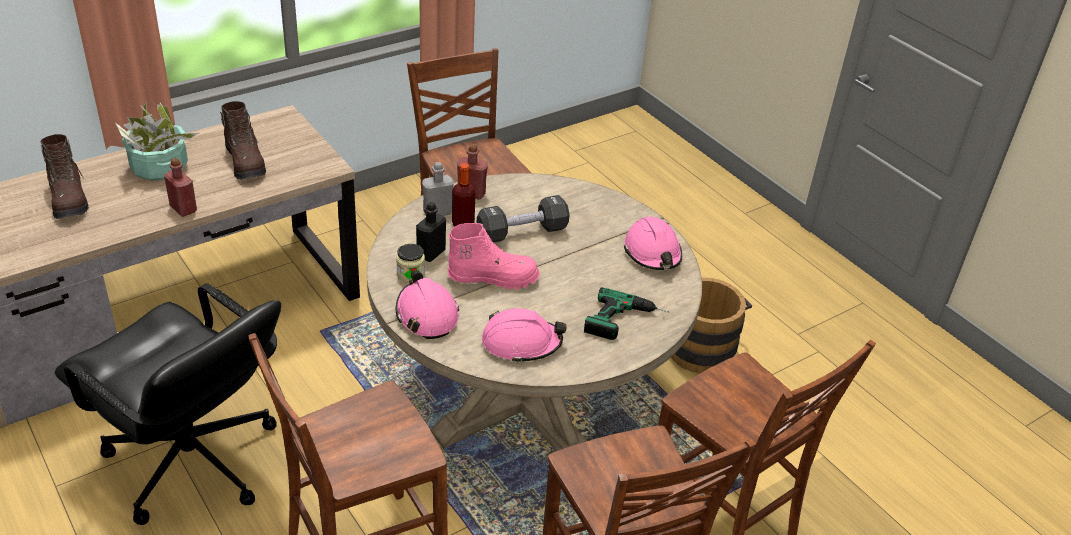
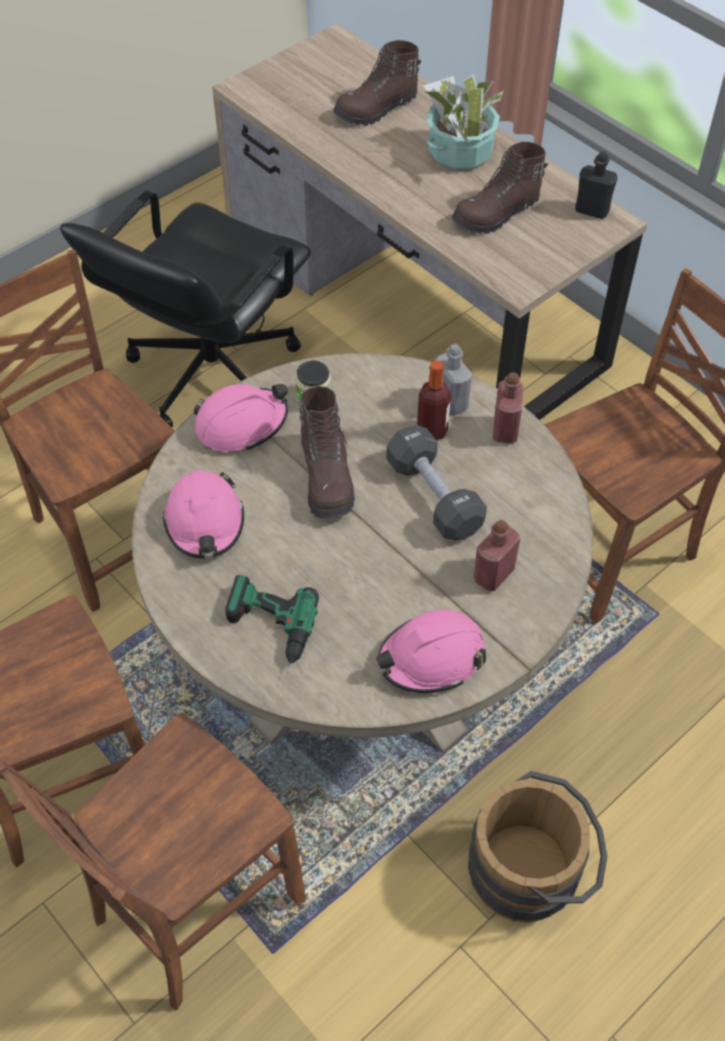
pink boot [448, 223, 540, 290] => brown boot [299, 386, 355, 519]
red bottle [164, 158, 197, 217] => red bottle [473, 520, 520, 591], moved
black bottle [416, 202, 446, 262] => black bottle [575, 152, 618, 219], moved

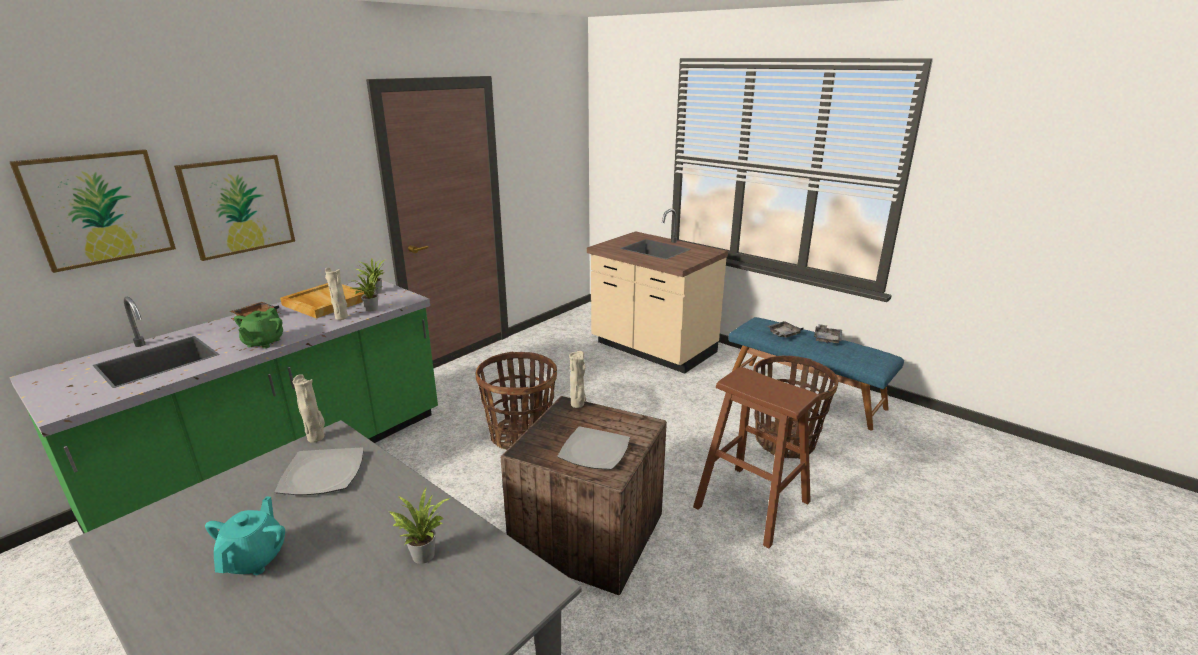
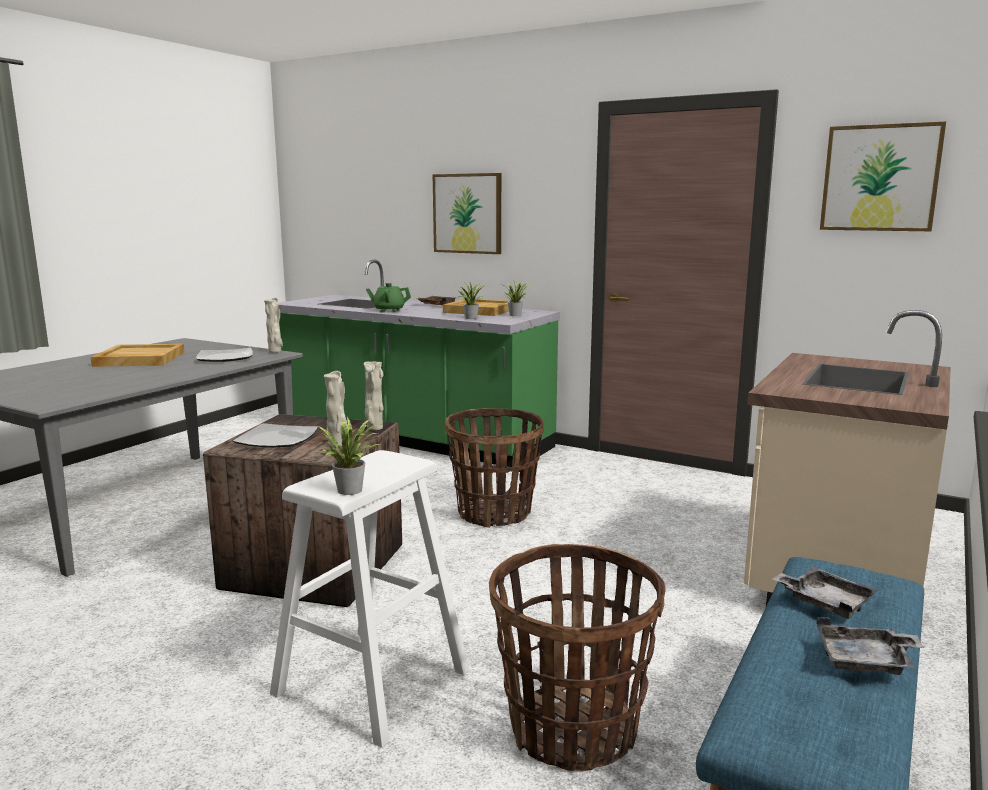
turquoise teapot [205, 497, 285, 575] => beige tray [91, 344, 185, 367]
brown stool [693, 367, 820, 548] => white stool [270, 450, 469, 748]
potted plant [389, 488, 450, 564] => potted plant [317, 417, 384, 495], moved
beige vase [325, 267, 348, 320] => beige vase [324, 371, 348, 447], moved
picture [9, 149, 176, 273] => picture [820, 121, 946, 231], moved

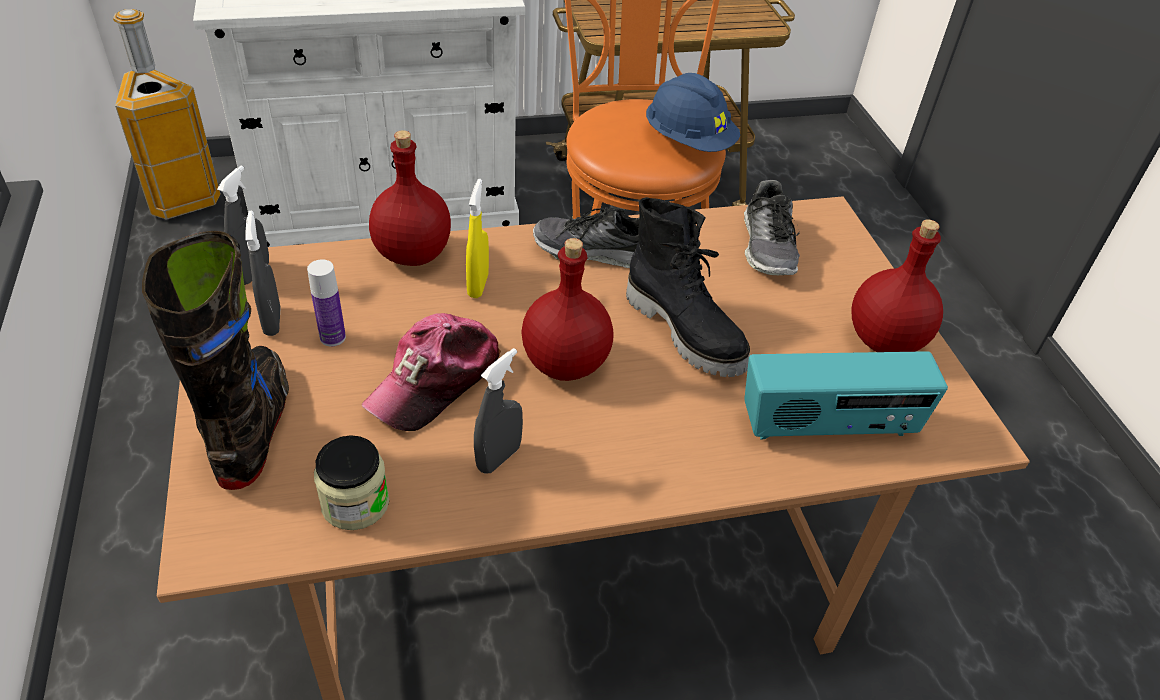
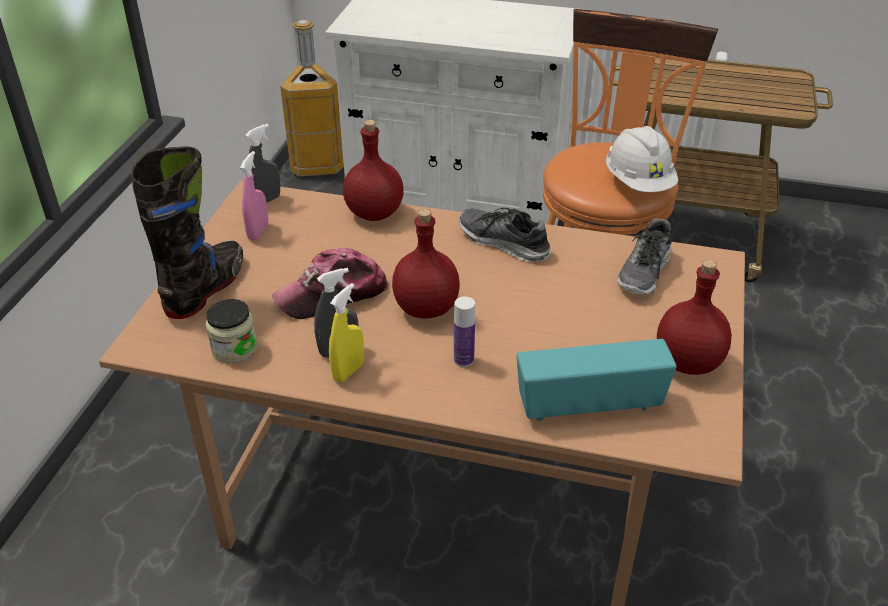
grey spray bottle [245, 211, 280, 336] => pink spray bottle [240, 151, 268, 240]
yellow spray bottle [466, 179, 489, 298] => yellow spray bottle [329, 283, 364, 383], moved
bottle [307, 260, 346, 347] => bottle [454, 296, 475, 367], moved
radio [744, 351, 948, 439] => radio [516, 339, 676, 421], 150 degrees clockwise
blue hard hat [646, 73, 740, 152] => white hard hat [606, 126, 678, 192]
black boot [626, 197, 750, 377] => nothing

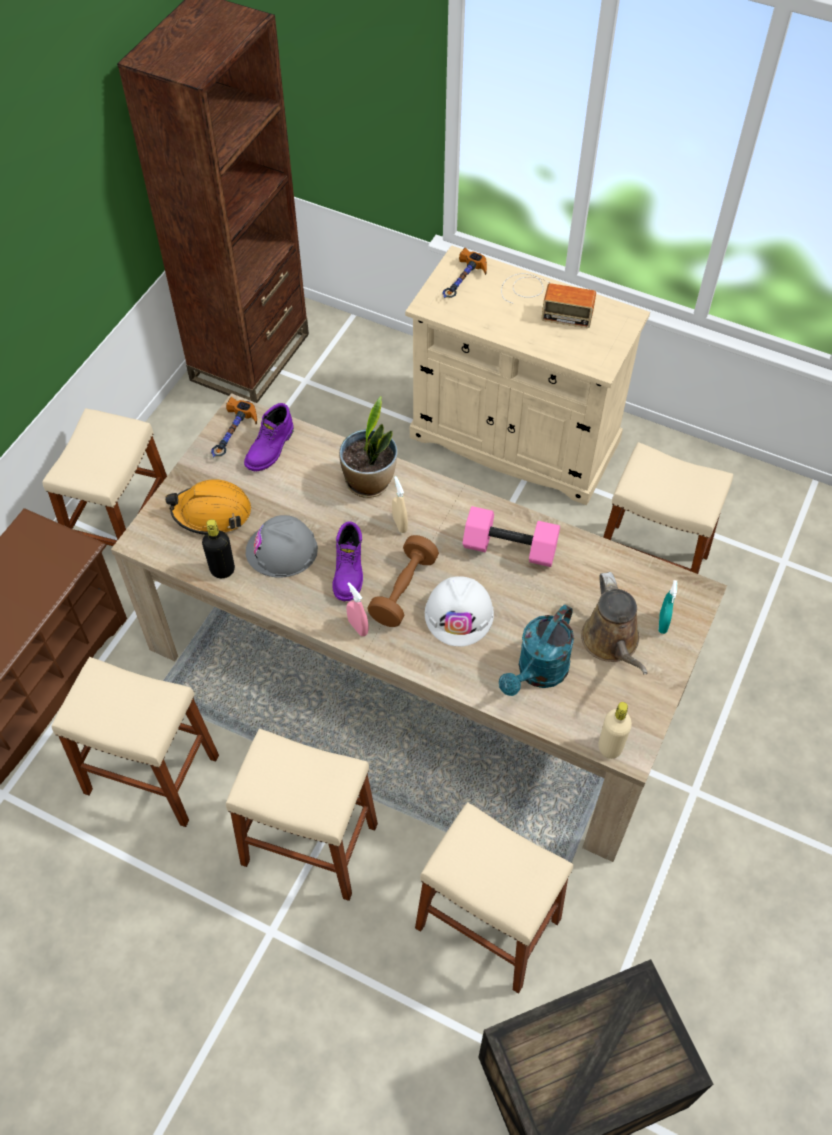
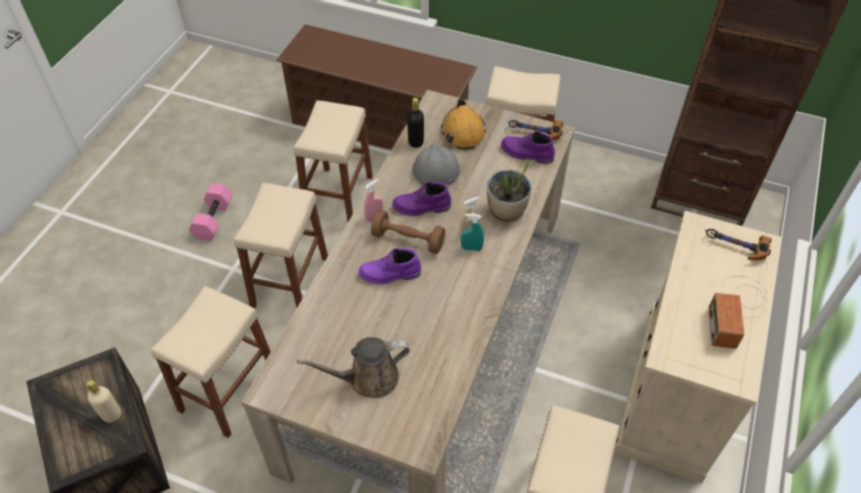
beige bottle [598, 702, 632, 759] => beige bottle [86, 380, 122, 423], moved
pink dumbbell [463, 506, 560, 567] => pink dumbbell [189, 183, 233, 241], moved
white hard hat [425, 576, 494, 647] => purple boot [358, 248, 421, 284]
turquoise spray bottle [658, 580, 677, 634] => turquoise spray bottle [461, 214, 484, 251], moved
turquoise watering can [499, 605, 574, 696] => nothing

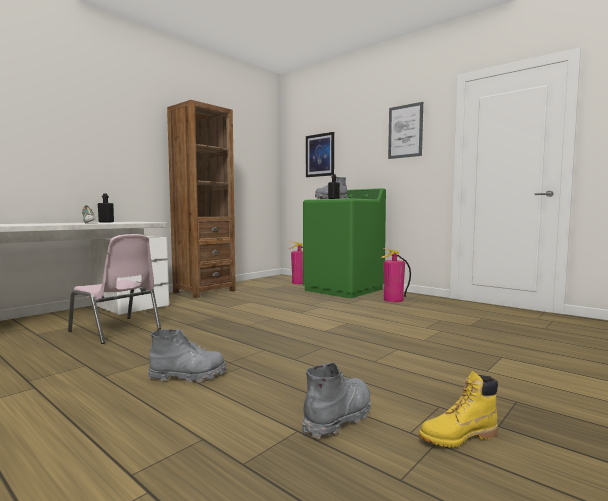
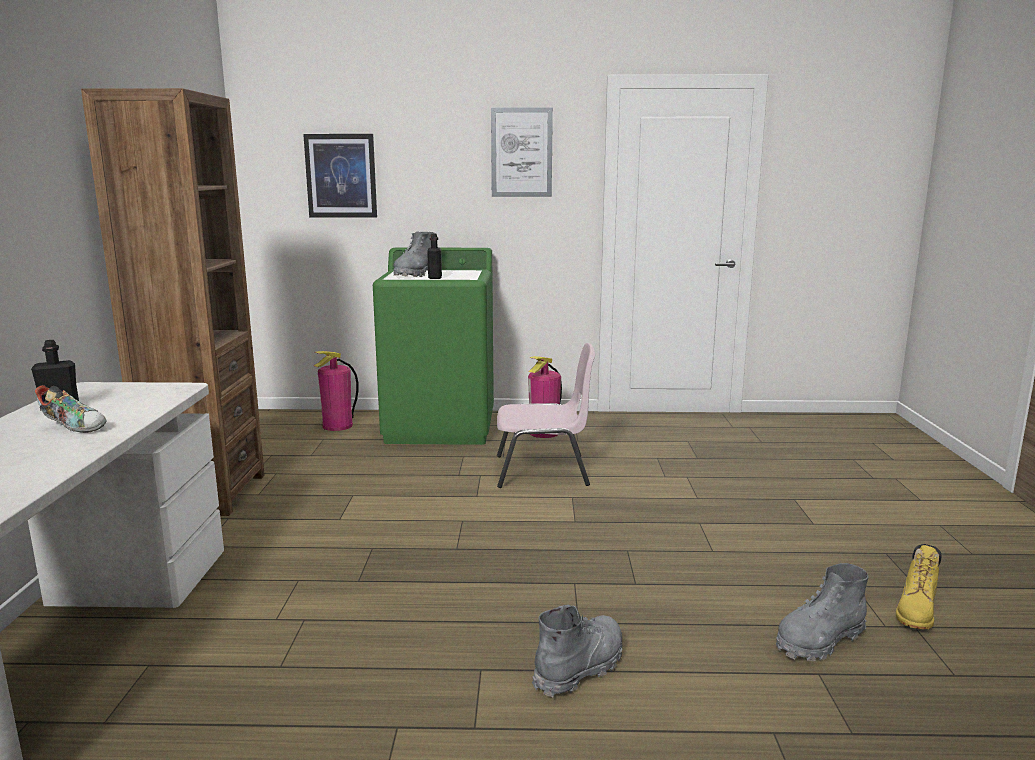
pink chair [68, 234, 161, 344] => pink chair [497, 343, 595, 488], moved
grey boot [302, 362, 371, 439] => grey boot [776, 563, 868, 661], 120 degrees counterclockwise

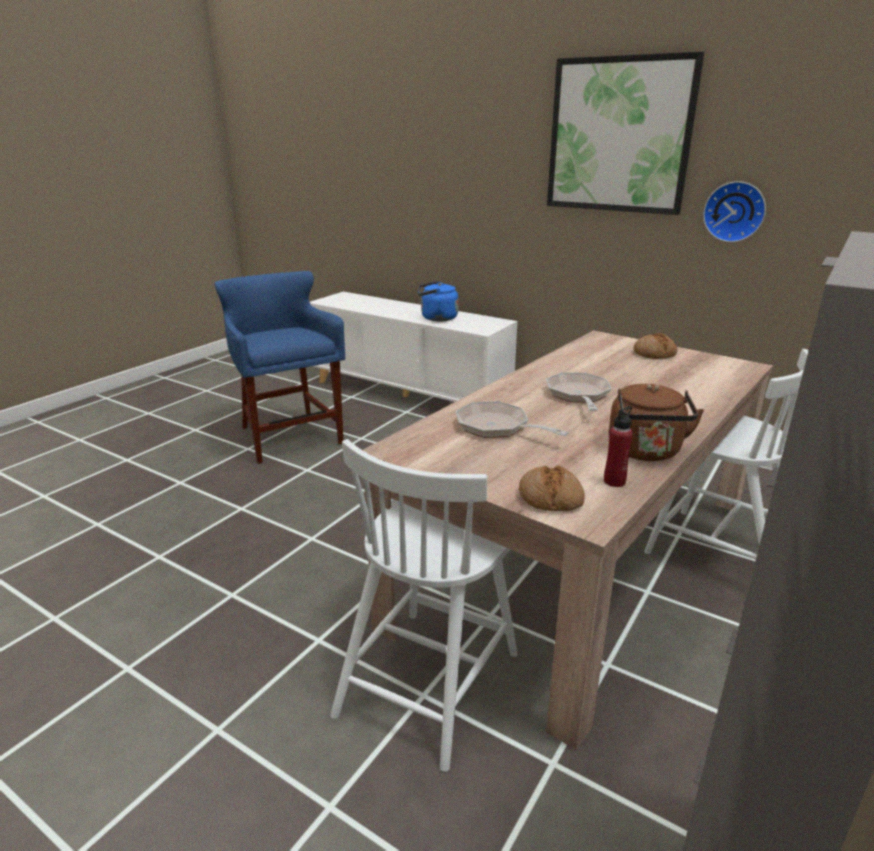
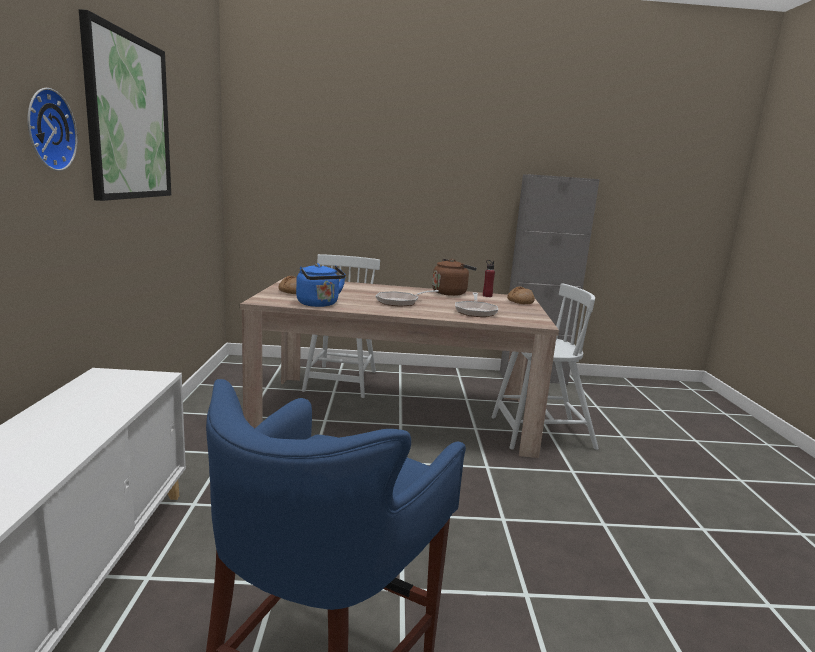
wall clock [703, 181, 766, 242] => wall clock [28, 88, 77, 171], moved
blue kettle [418, 281, 459, 321] => blue kettle [296, 263, 346, 307], moved

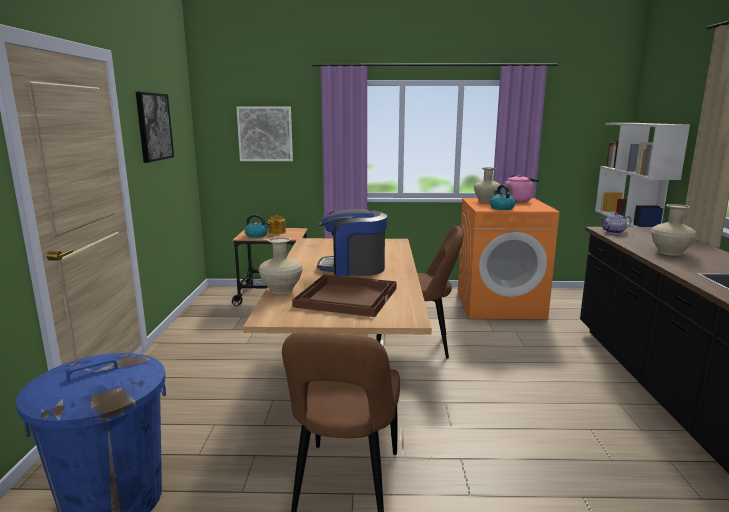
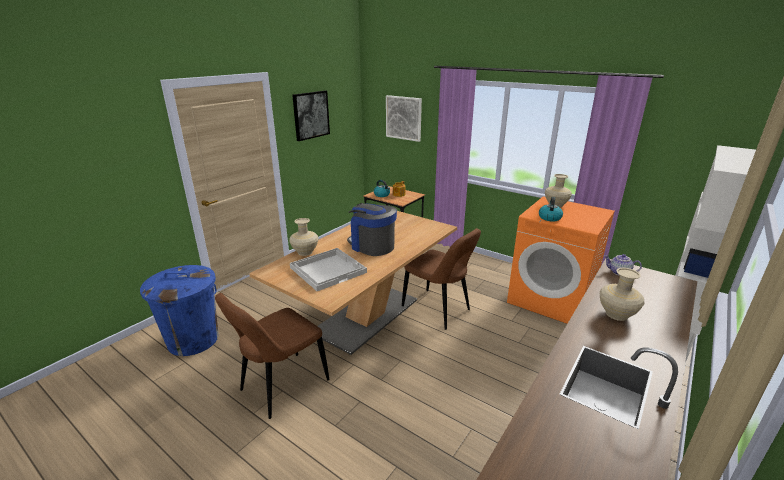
brown tray [292, 274, 397, 317] => white tray [290, 248, 367, 291]
pink kettle [504, 175, 539, 202] => nothing

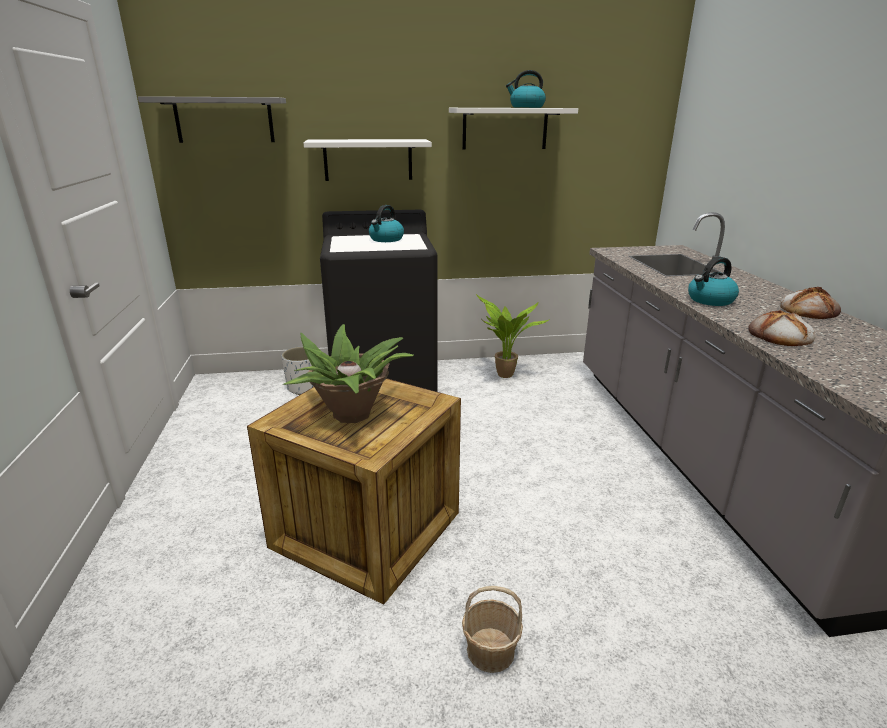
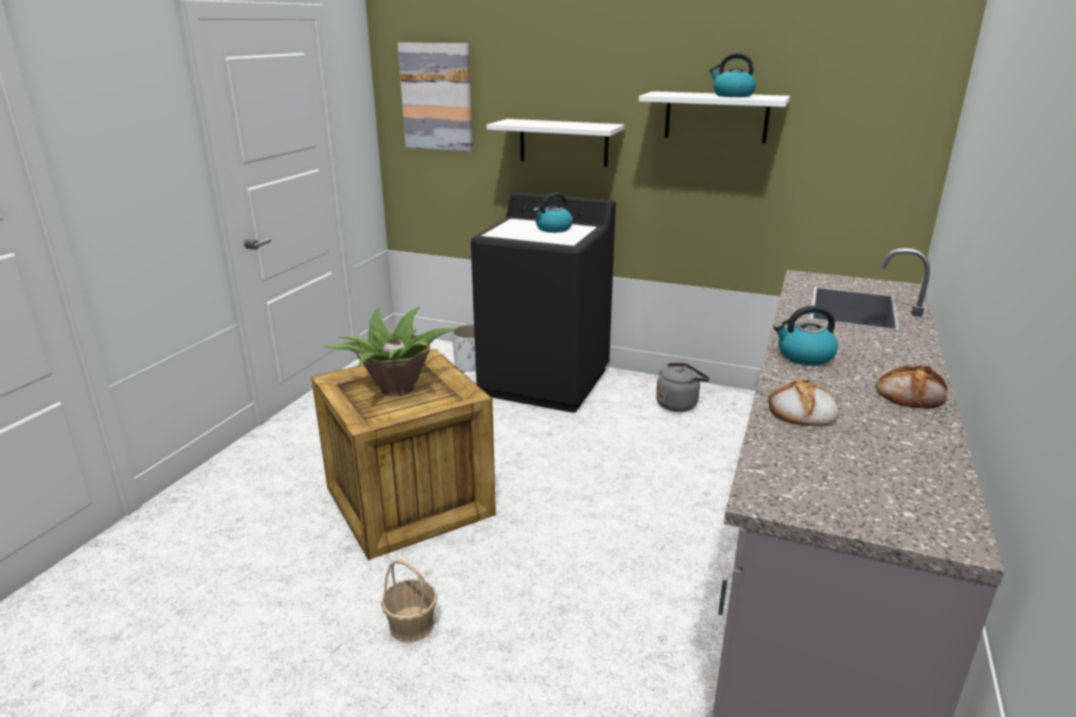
grey shelf [138, 96, 286, 143] => picture [398, 43, 473, 152]
potted plant [476, 294, 550, 378] => grey kettle [656, 363, 710, 412]

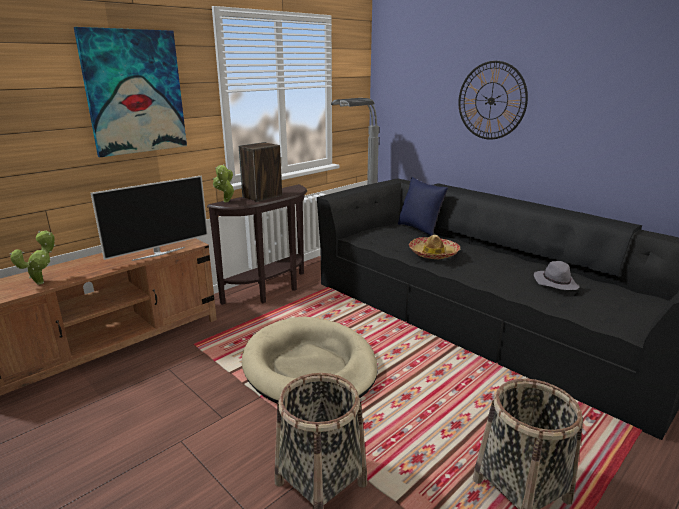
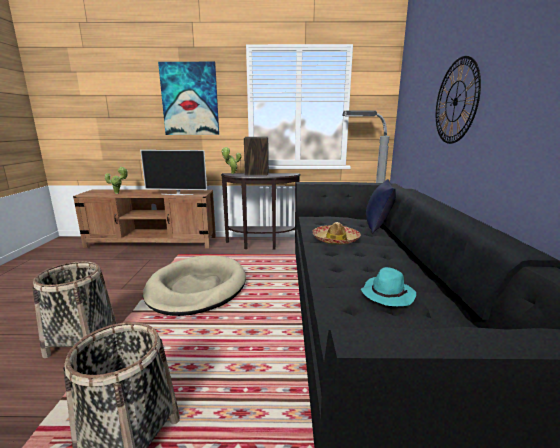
grey hat [534, 261, 580, 290] => turquoise hat [361, 267, 416, 306]

